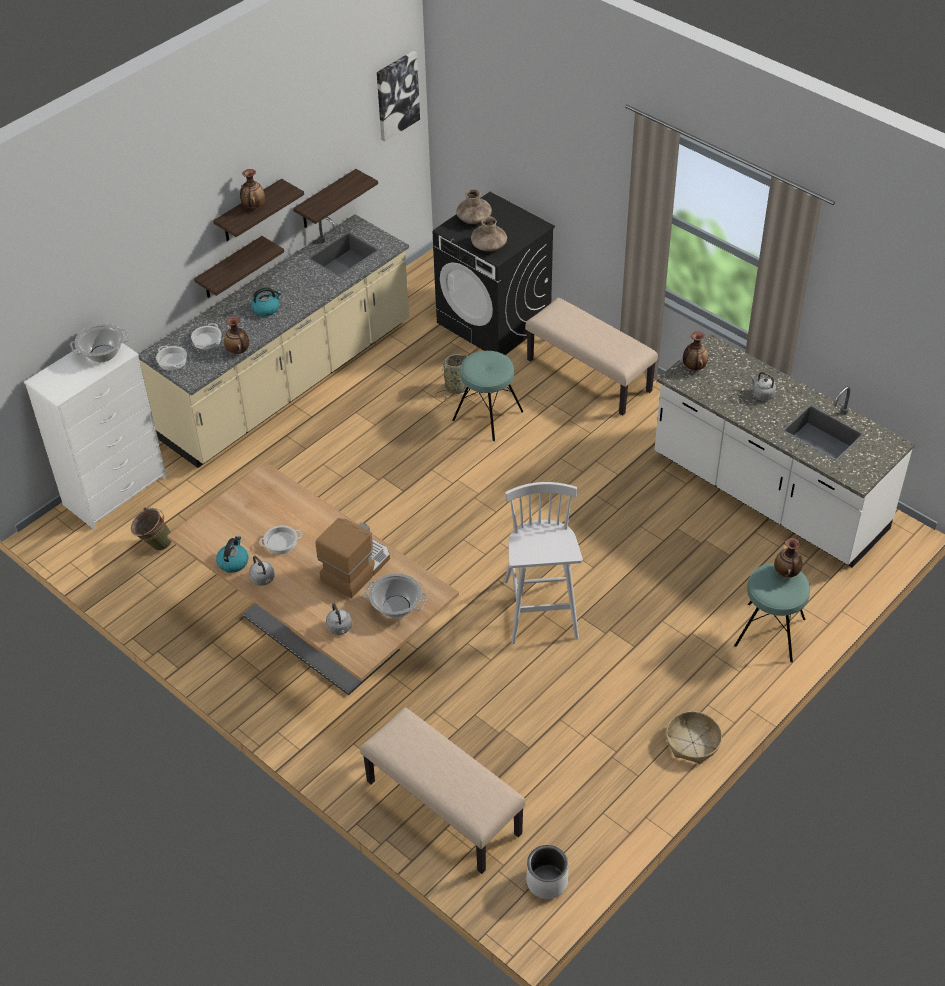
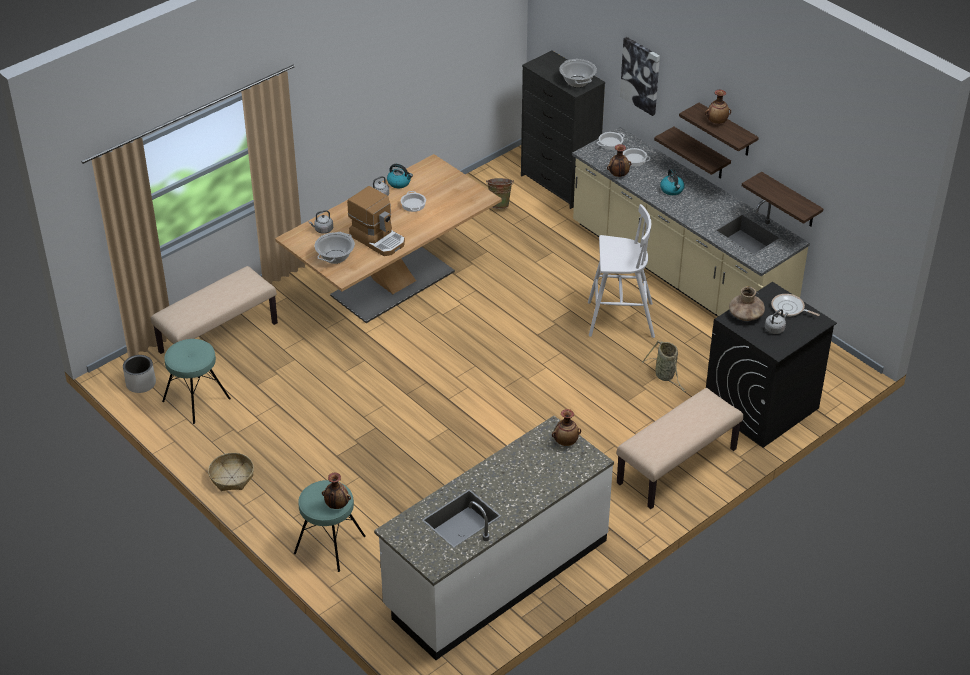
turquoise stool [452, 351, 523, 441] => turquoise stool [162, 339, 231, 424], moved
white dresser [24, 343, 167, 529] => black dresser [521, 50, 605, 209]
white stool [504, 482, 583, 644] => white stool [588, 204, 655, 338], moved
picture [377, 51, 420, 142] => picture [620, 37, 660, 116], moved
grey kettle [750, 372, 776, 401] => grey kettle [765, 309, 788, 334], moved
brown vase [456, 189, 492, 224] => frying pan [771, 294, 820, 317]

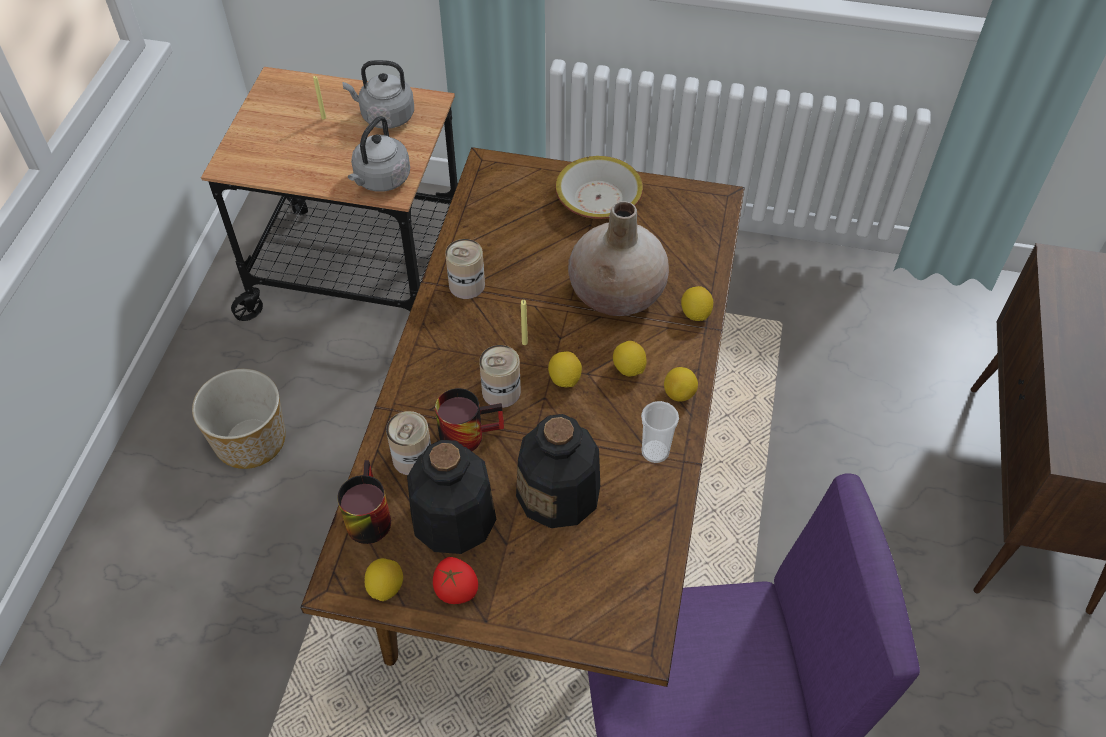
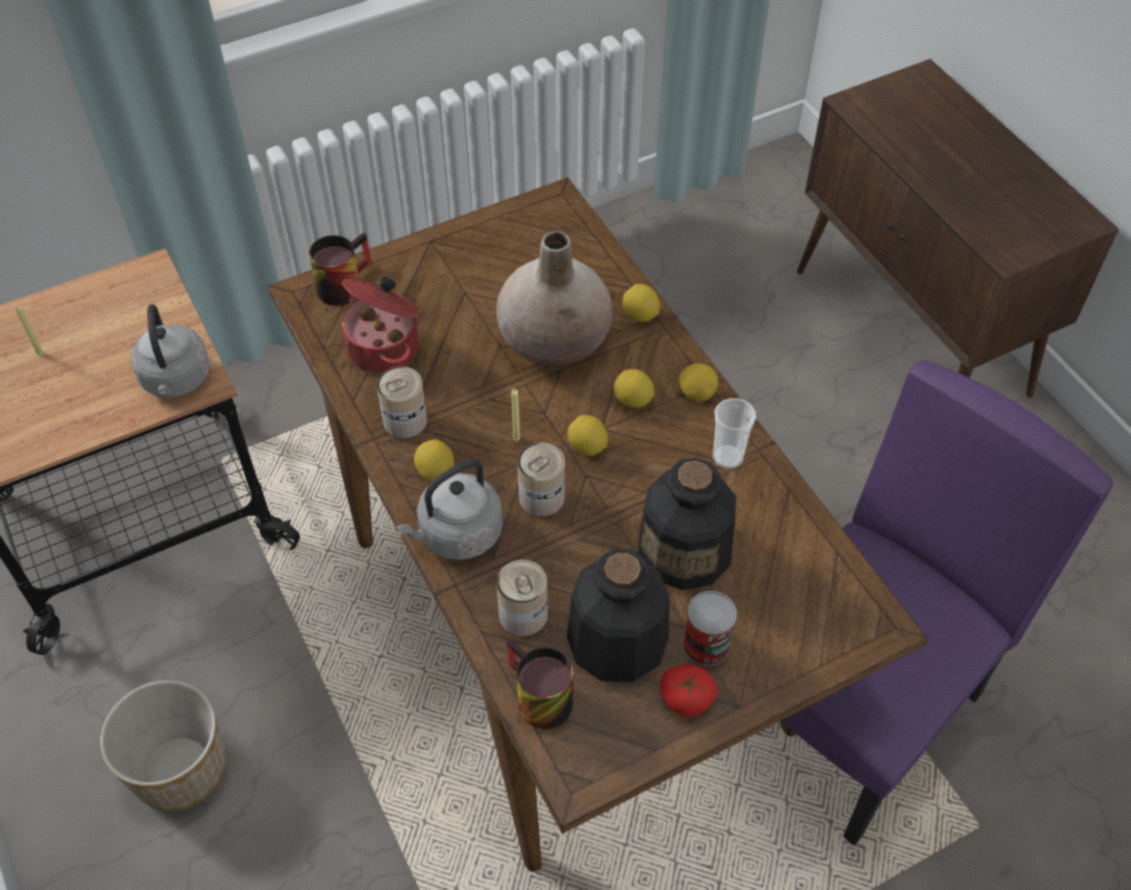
mug [435, 388, 504, 451] => mug [309, 233, 371, 306], moved
nothing => cooking pot [341, 276, 420, 373]
grey kettle [343, 60, 414, 129] => grey kettle [395, 459, 503, 560], moved
lemon [365, 558, 403, 601] => lemon [414, 439, 454, 482], moved
nothing => can [683, 591, 737, 666]
bowl [555, 156, 643, 219] => nothing

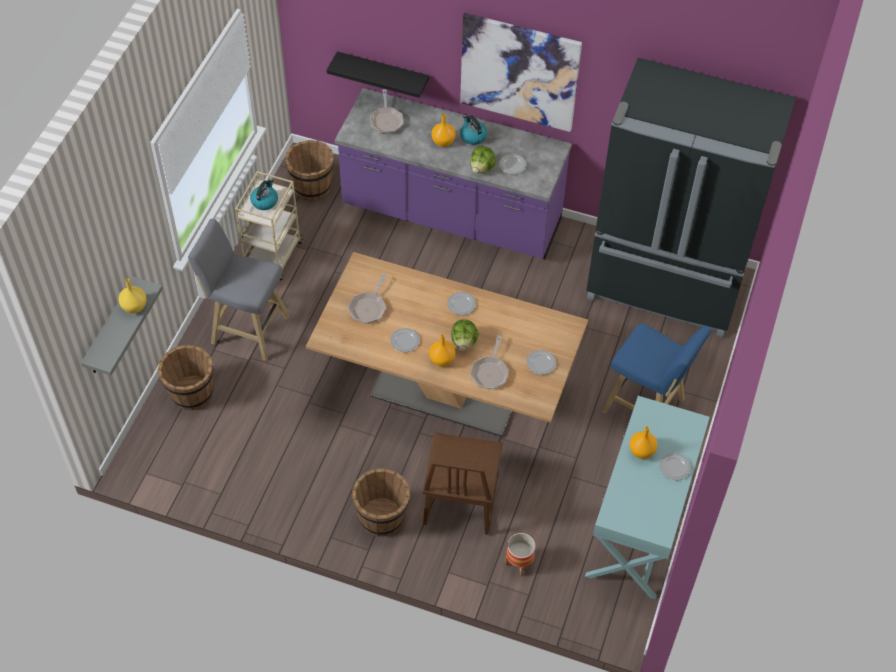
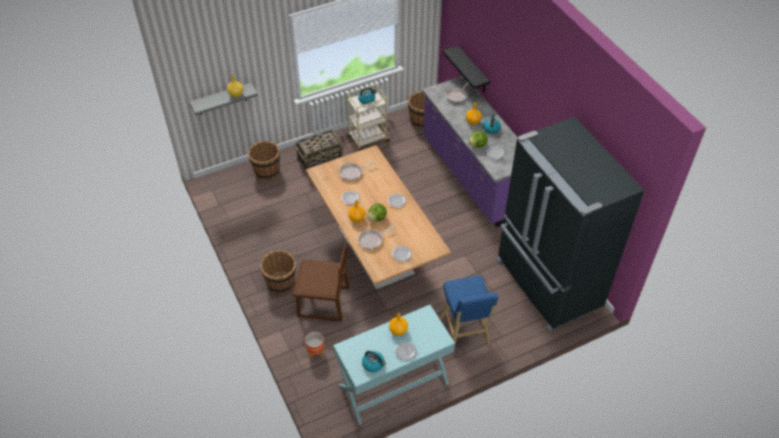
brown chair [422, 432, 503, 535] => brown chair [292, 243, 350, 322], 135 degrees counterclockwise
grey stool [188, 219, 289, 361] => basket [295, 129, 343, 175]
nothing => kettle [362, 351, 386, 372]
picture [460, 13, 582, 132] => nothing

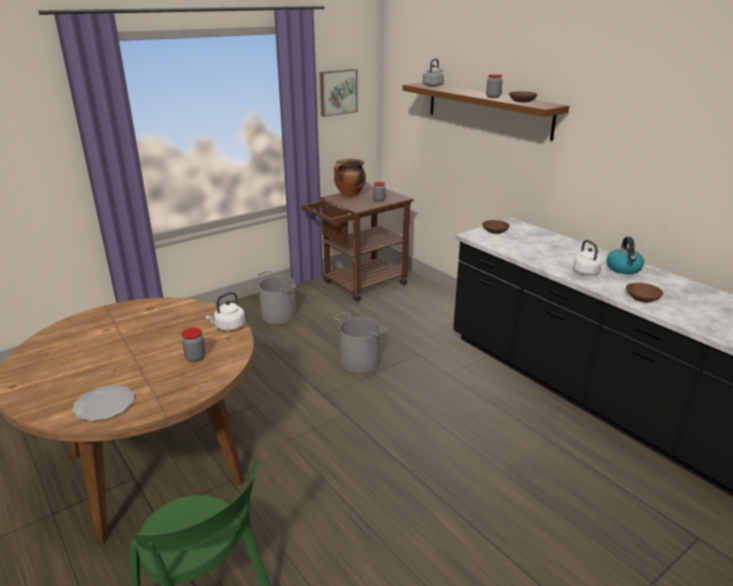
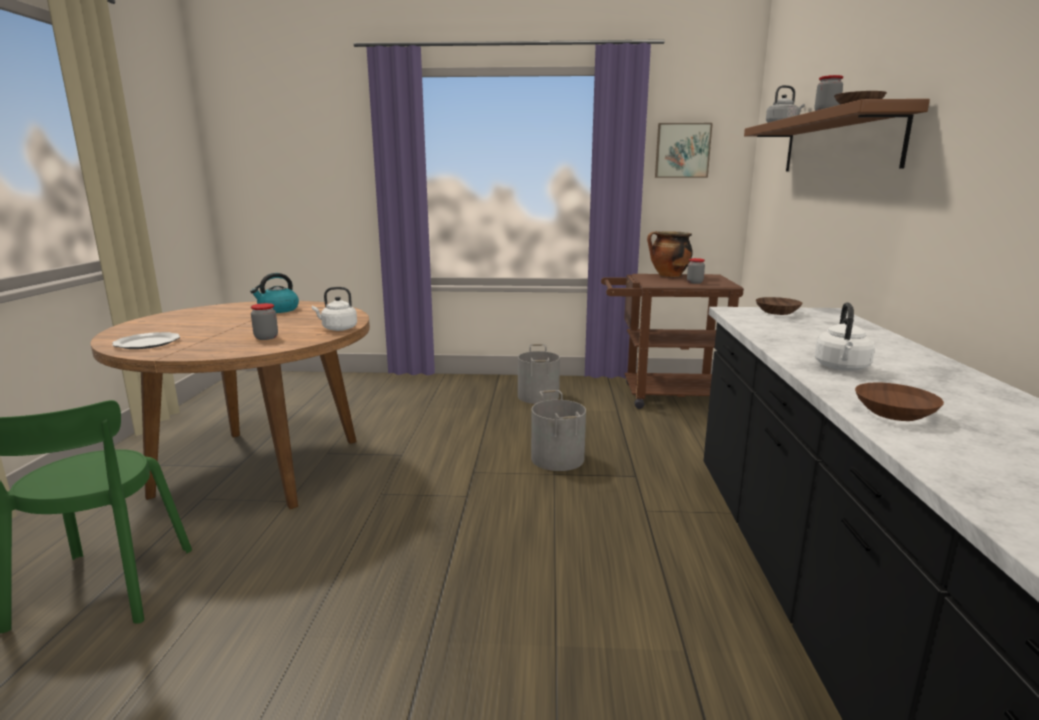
kettle [607, 237, 644, 274] => kettle [250, 273, 299, 313], moved

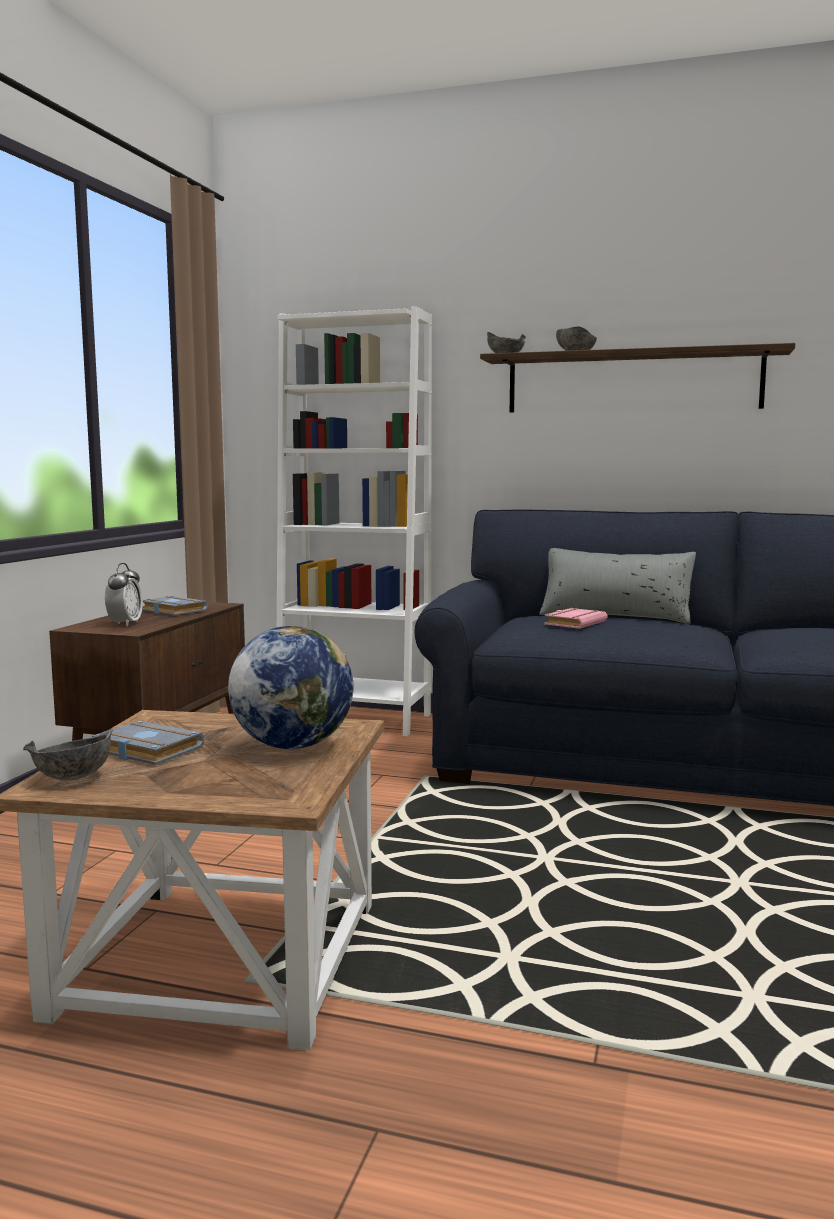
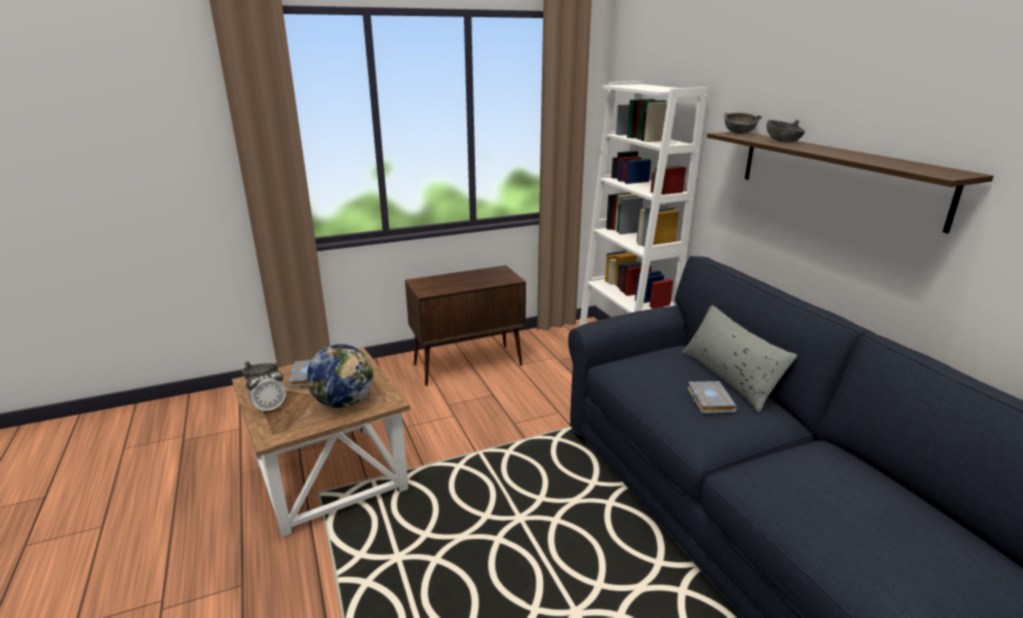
alarm clock [105, 563, 143, 627] => alarm clock [246, 367, 286, 414], moved
grey book [142, 596, 208, 616] => grey book [687, 381, 738, 413], moved
pink book [544, 608, 608, 629] => nothing

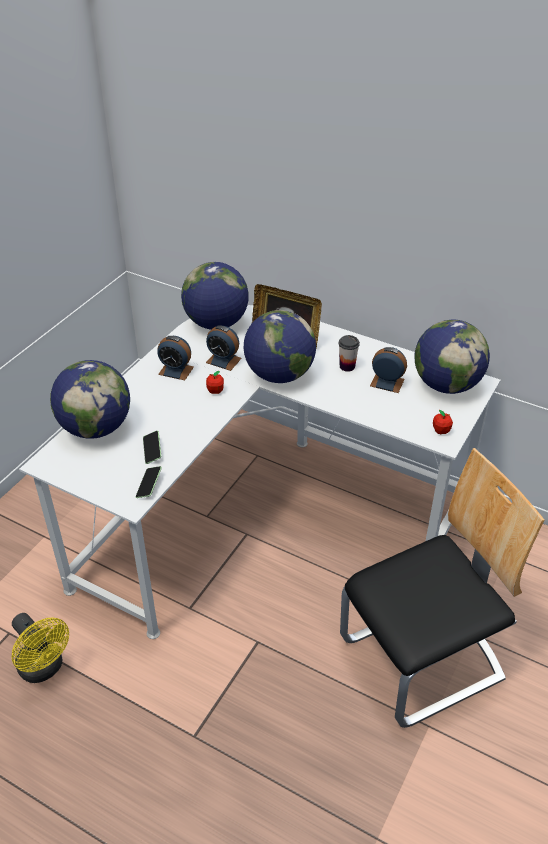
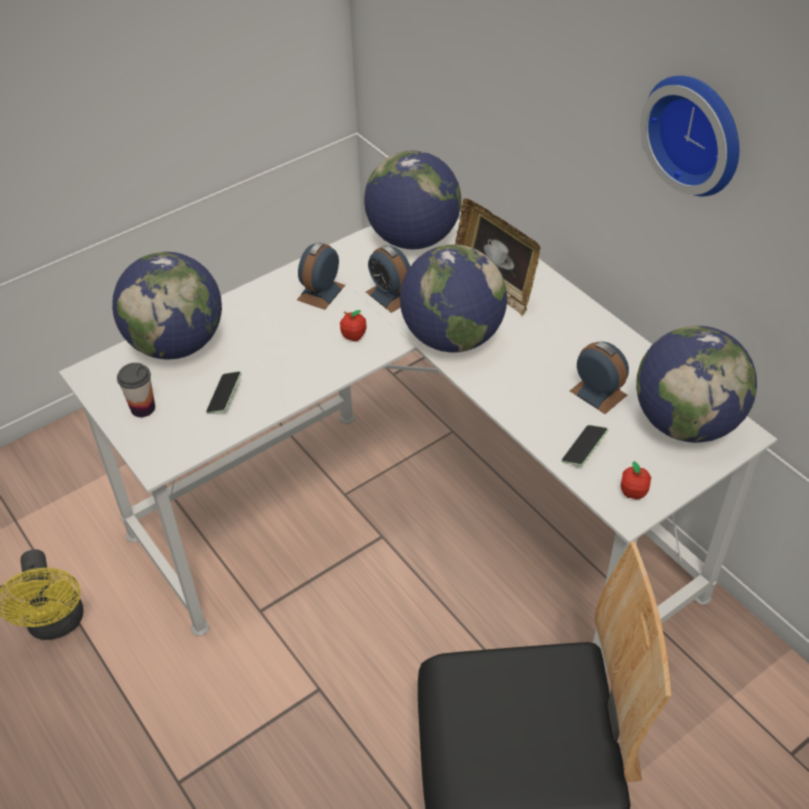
cup [339, 335, 360, 372] => cup [117, 363, 155, 417], moved
alarm clock [157, 336, 194, 380] => alarm clock [297, 242, 345, 310], 75 degrees clockwise
phone [136, 466, 162, 498] => phone [562, 425, 608, 466], moved
nothing => wall clock [640, 76, 739, 196]

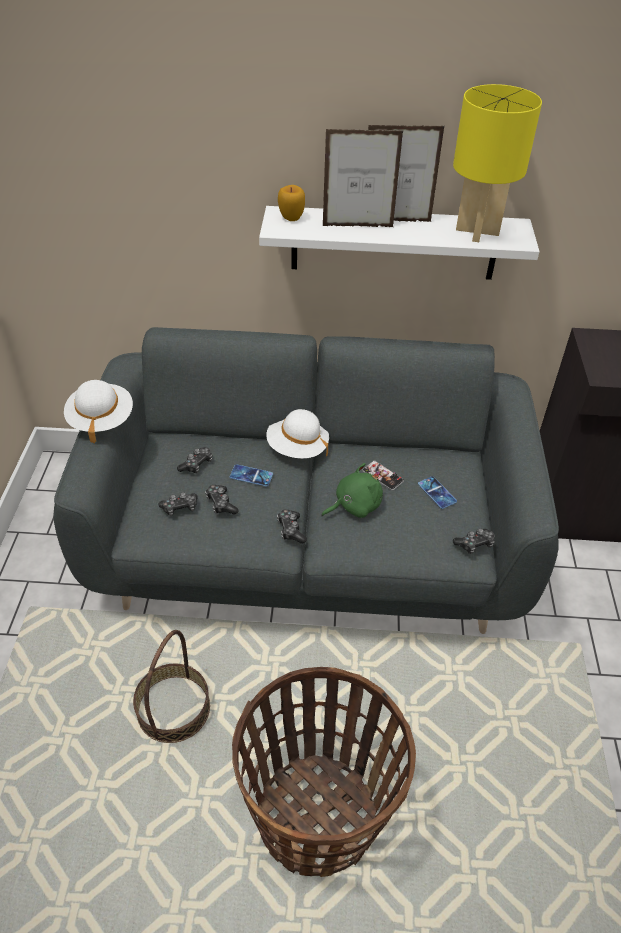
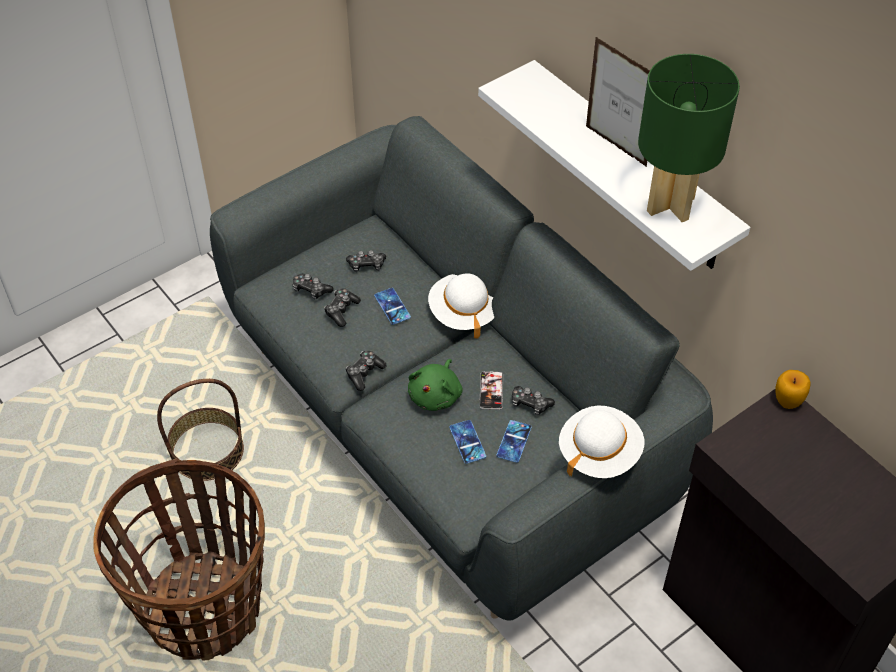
green plush toy [321, 463, 383, 518] => green plush toy [408, 359, 463, 411], 90 degrees clockwise
nothing => phone [449, 420, 486, 464]
game controller [453, 528, 495, 554] => game controller [512, 386, 555, 415], moved
white hat [64, 380, 133, 443] => white hat [559, 406, 644, 478], moved
yellow table lamp [453, 84, 542, 242] => green table lamp [638, 54, 740, 222]
apple [278, 185, 305, 221] => apple [776, 370, 811, 409], moved
picture frame [323, 129, 403, 227] => nothing

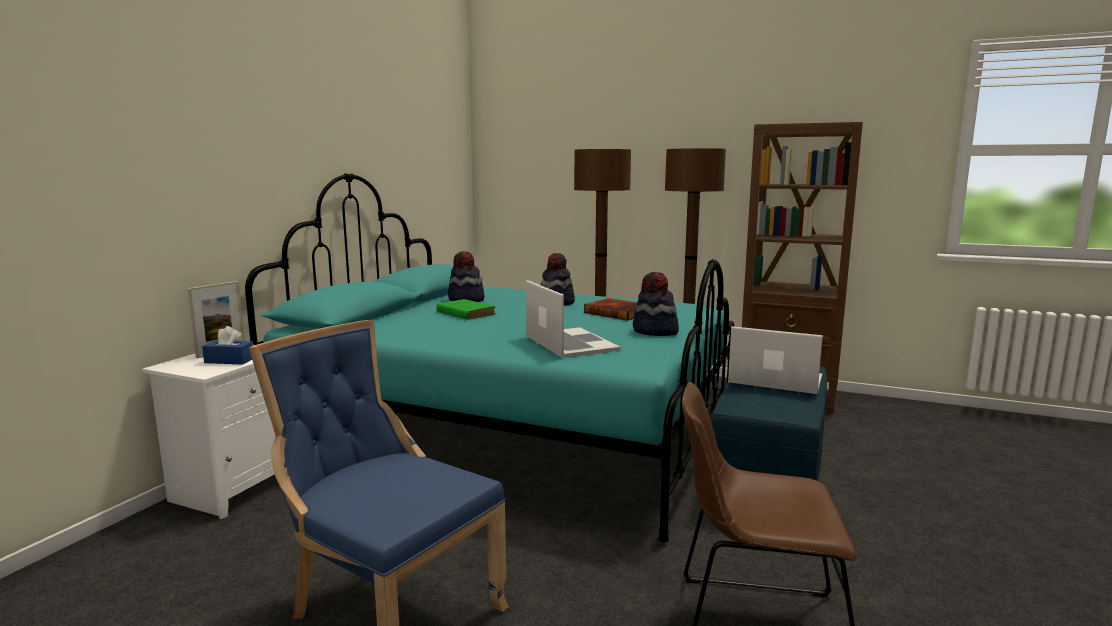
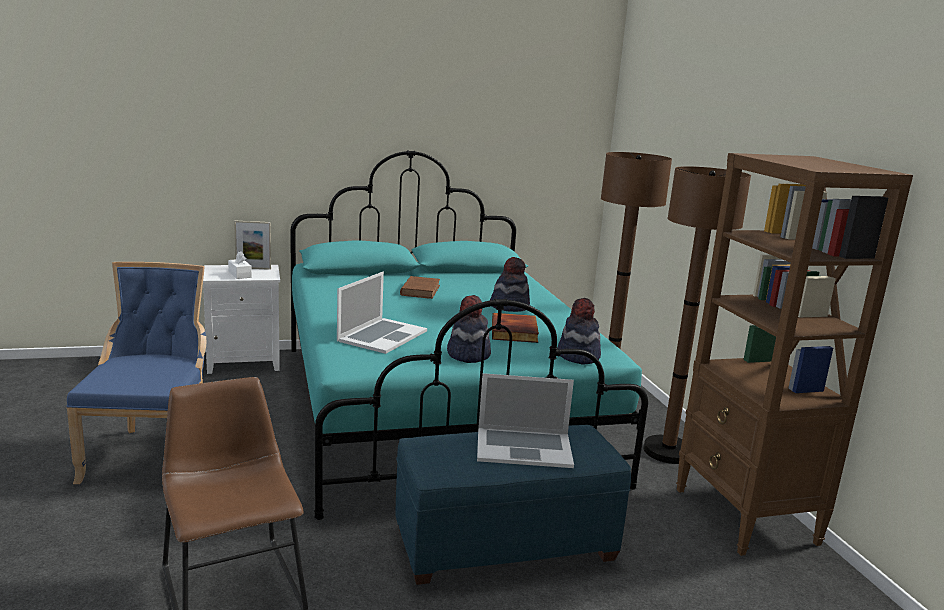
blue tissue box [202, 326, 254, 365] => white tissue box [228, 251, 252, 279]
green book [436, 299, 496, 320] => brown book [400, 276, 440, 299]
laptop [728, 326, 823, 394] => laptop [477, 373, 574, 468], 105 degrees clockwise
hat [448, 251, 485, 302] => hat [558, 298, 601, 365], moved

